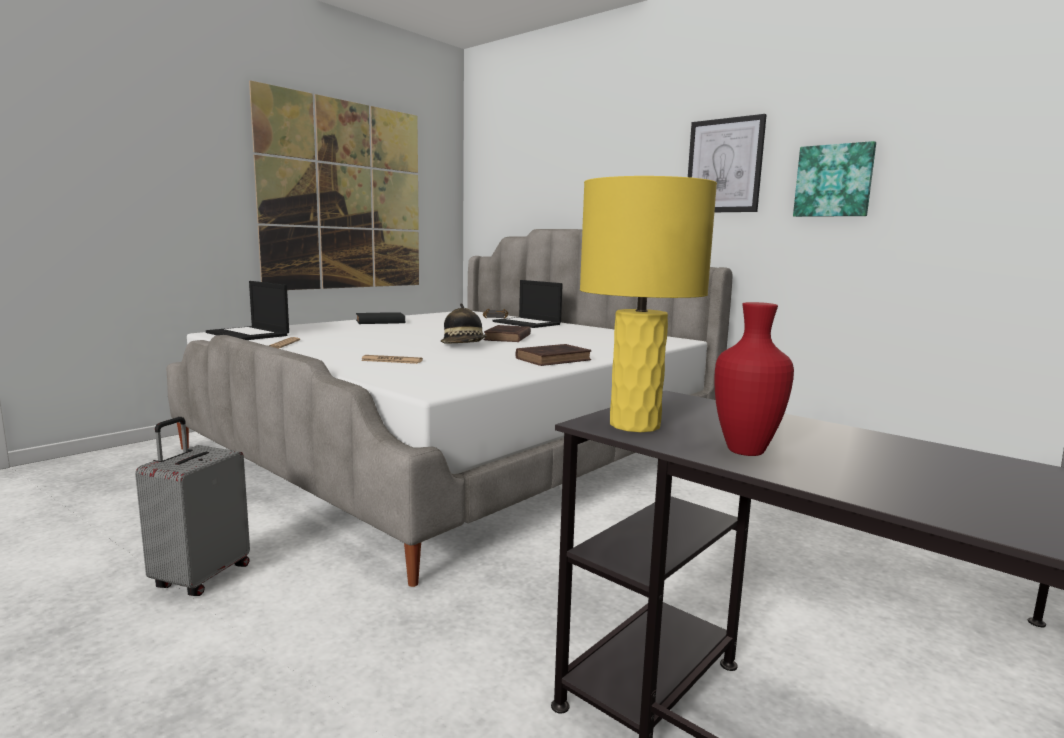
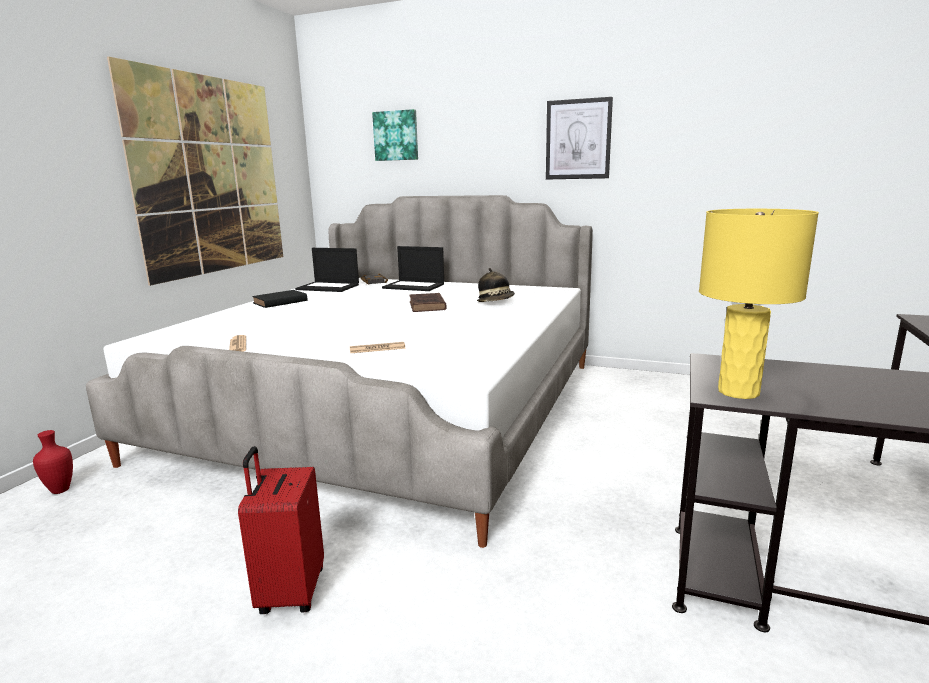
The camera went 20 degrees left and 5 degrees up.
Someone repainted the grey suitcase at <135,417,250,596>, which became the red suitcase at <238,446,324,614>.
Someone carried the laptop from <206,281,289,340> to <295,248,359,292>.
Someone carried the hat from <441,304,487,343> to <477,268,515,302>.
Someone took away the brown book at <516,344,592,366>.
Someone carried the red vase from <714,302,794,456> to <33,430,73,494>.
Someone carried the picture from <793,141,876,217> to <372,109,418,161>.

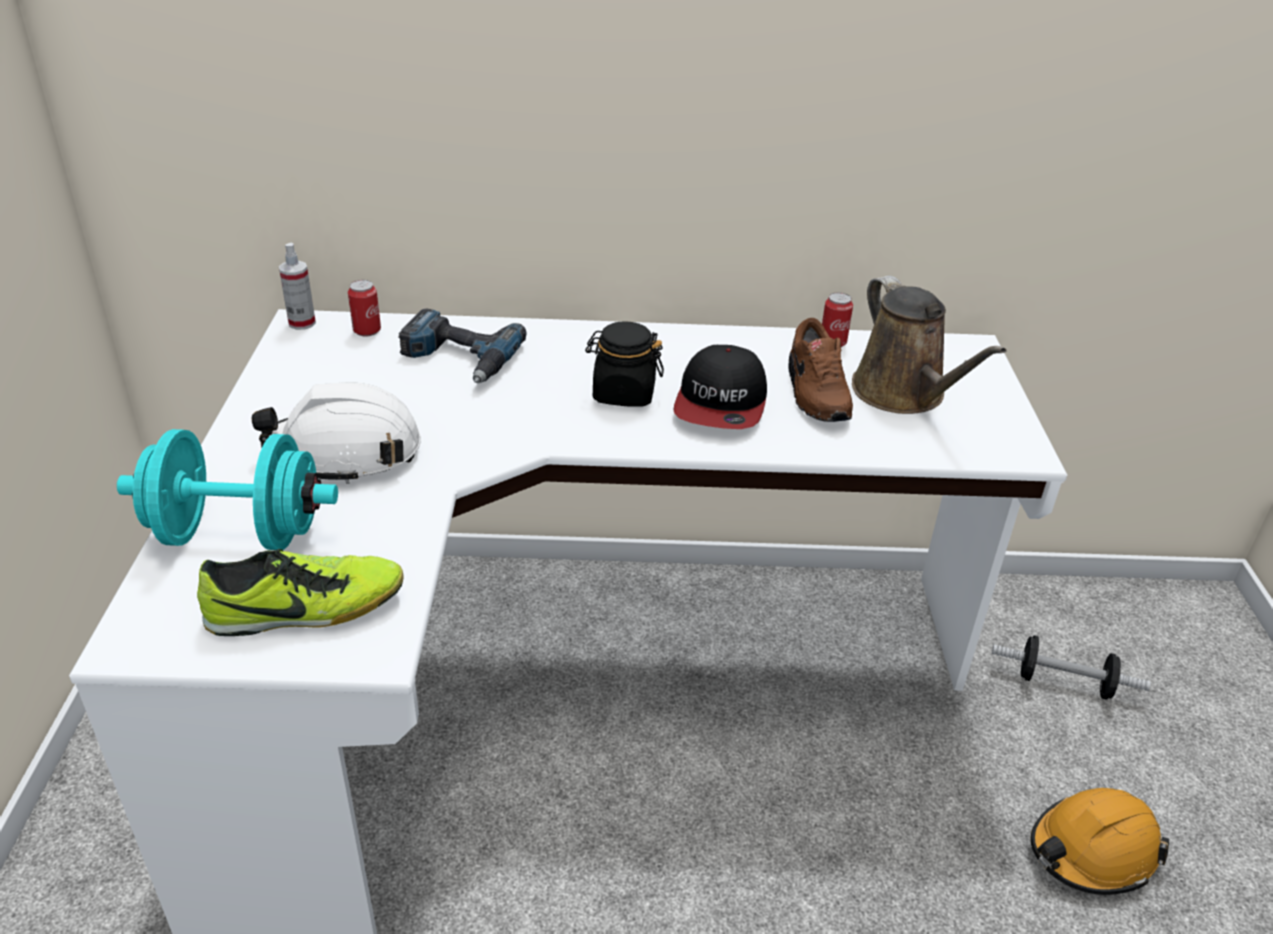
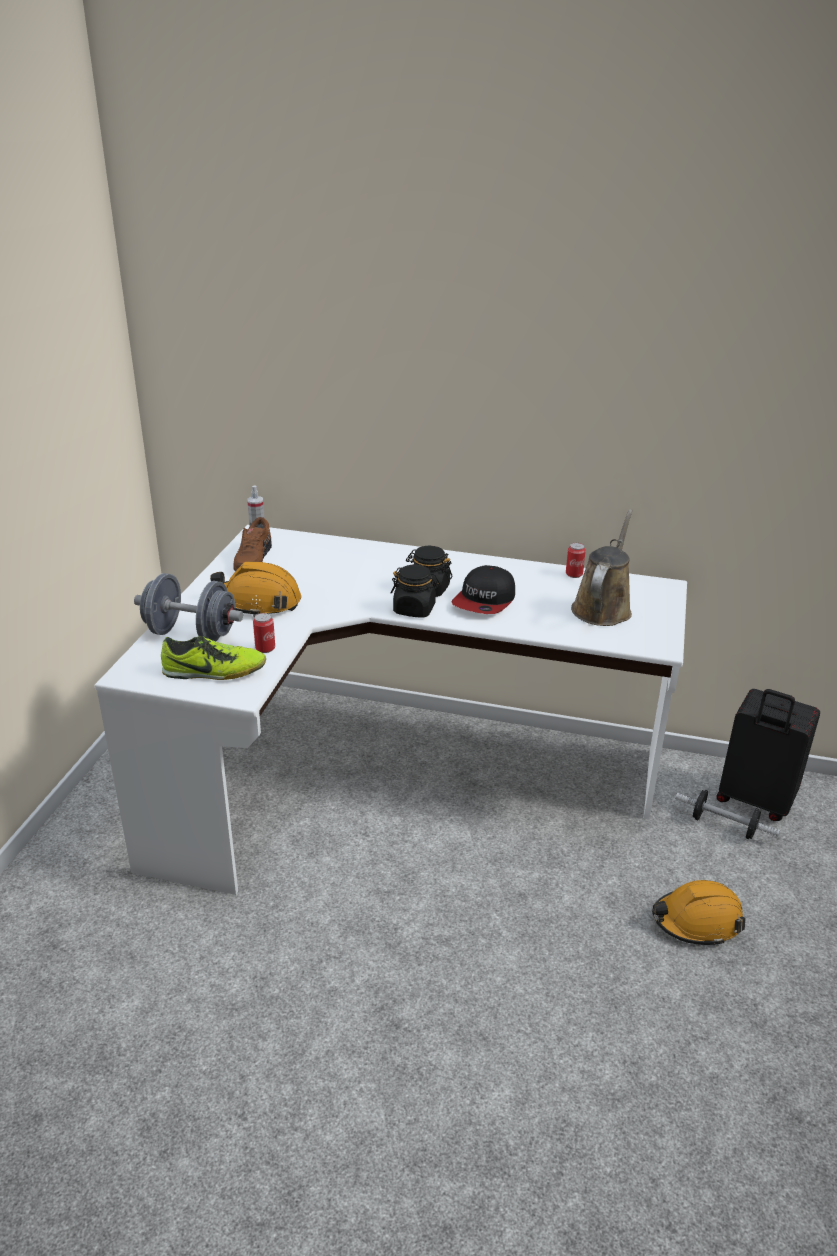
The camera went 15 degrees right and 5 degrees down.
Someone repainted the turquoise dumbbell at <117,429,338,550>, which became the grey dumbbell at <134,573,243,641>.
Someone repainted the white hard hat at <252,383,421,484>, which became the orange hard hat at <210,561,301,617>.
Someone carried the can from <348,280,381,337> to <253,613,275,653>.
Someone took away the power drill at <398,309,527,383>.
Someone carried the brown shoe from <789,318,853,422> to <233,517,272,571>.
Someone rotated the brown watering can at <852,276,1007,414> by 150 degrees counterclockwise.
Someone put down the black jar at <391,564,440,618>.
Someone put down the black suitcase at <717,689,820,821>.

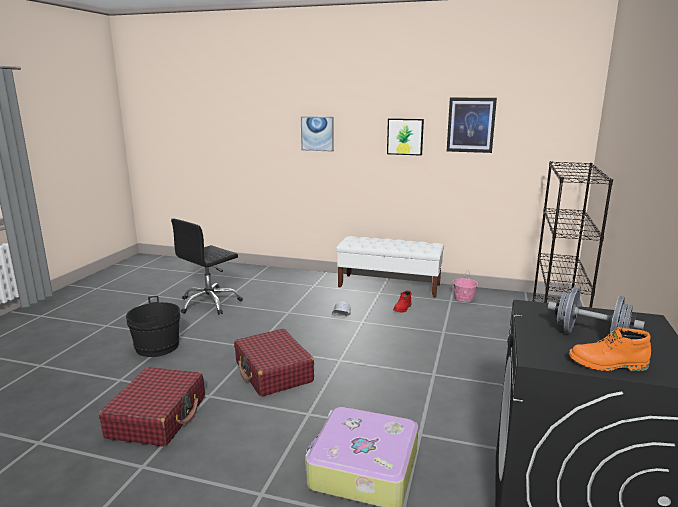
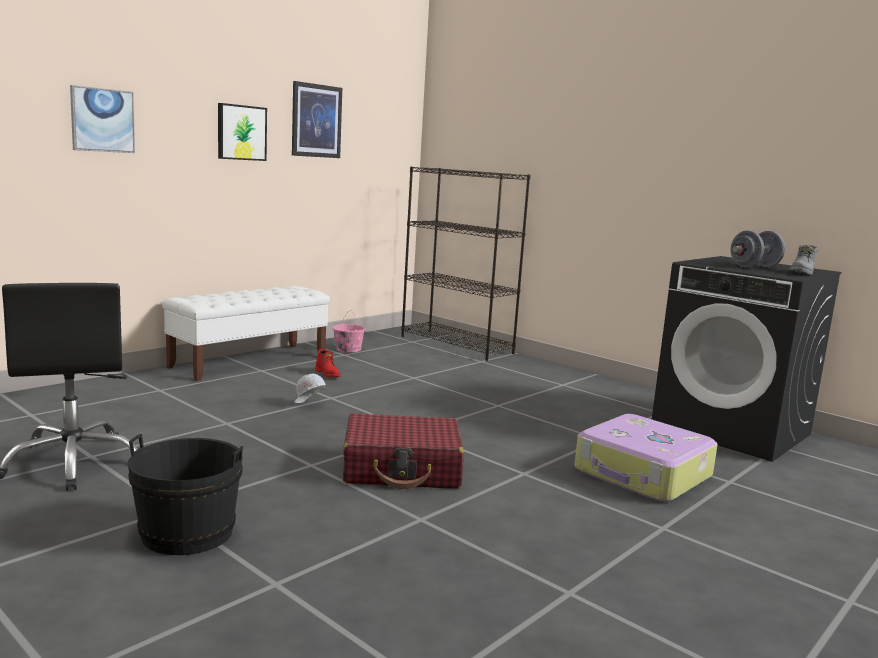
The camera went 65 degrees left and 5 degrees down.
Someone took away the red suitcase at <99,367,205,447>.
Someone repainted the orange boot at <569,327,651,371>, which became the grey boot at <790,245,818,275>.

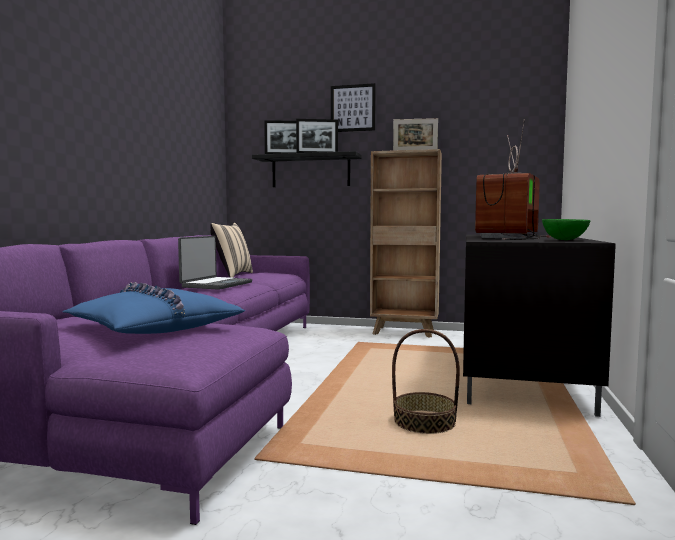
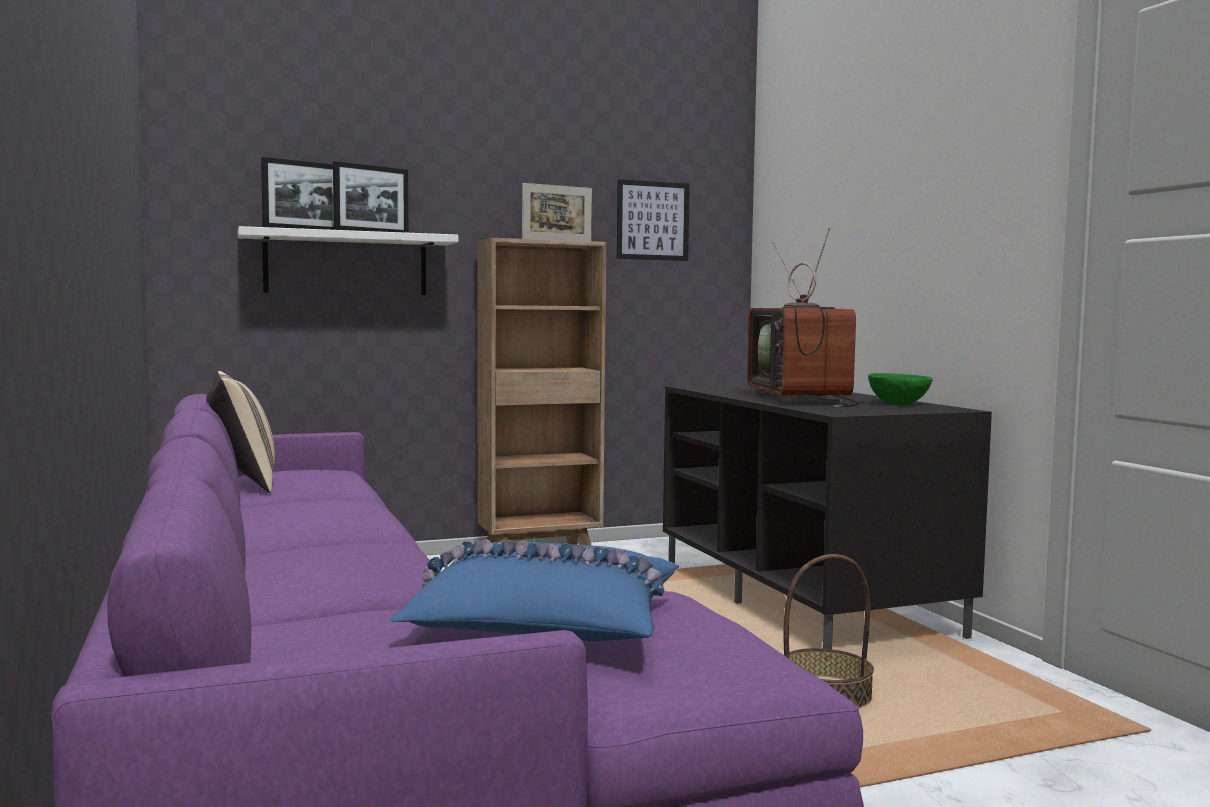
The camera went 35 degrees left and 0 degrees up.
Someone took away the laptop at <178,236,252,290>.
Someone repainted the black shelf at <252,151,362,187>, which became the white shelf at <238,226,458,295>.
Someone carried the picture from <331,83,376,132> to <616,179,690,261>.

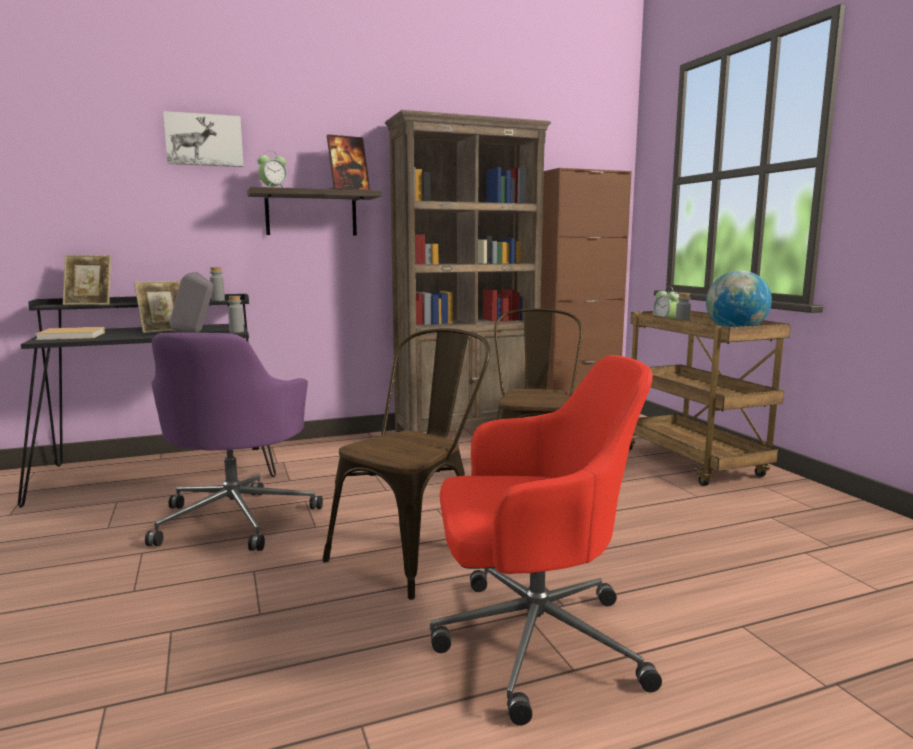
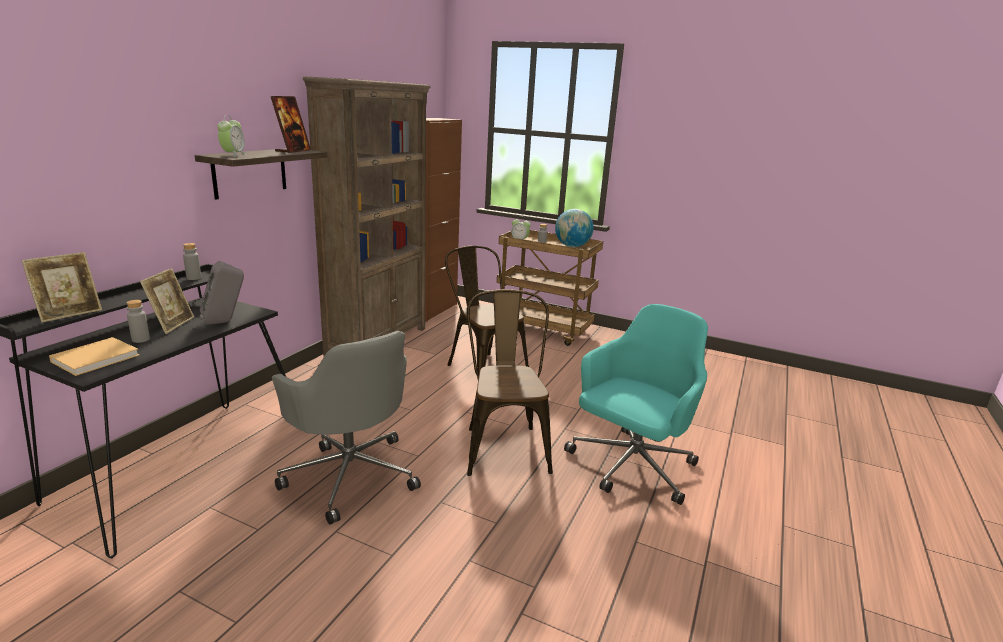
The camera went 45 degrees left and 10 degrees up.
Someone repainted the purple office chair at <145,333,323,551>, which became the grey office chair at <272,331,421,525>.
Someone took away the picture at <163,111,243,167>.
Someone carried the grey bottle from <228,296,244,333> to <126,300,150,343>.
Someone repainted the red office chair at <430,355,662,726>, which became the turquoise office chair at <564,304,708,505>.

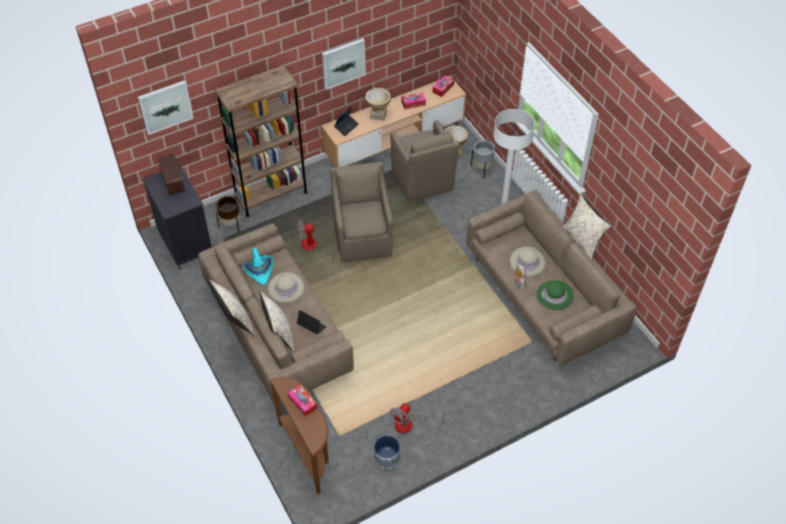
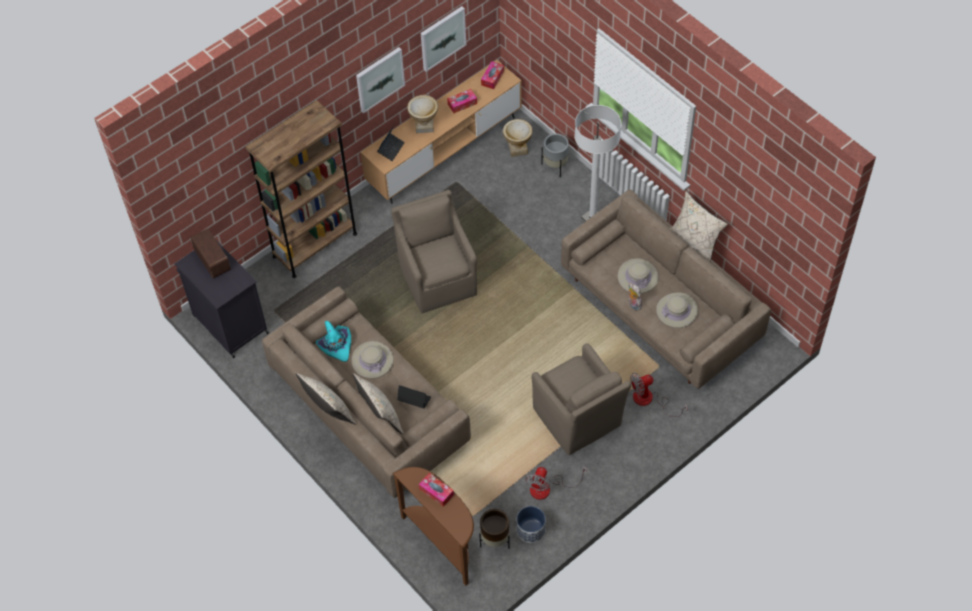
The camera went 10 degrees left and 5 degrees up.
Someone carried the picture from <138,80,194,135> to <421,6,466,72>.
Someone carried the brown planter from <216,196,241,232> to <479,509,510,549>.
Someone carried the fan from <297,220,337,263> to <630,373,688,417>.
Someone carried the brown armchair from <390,120,460,202> to <532,343,631,455>.
Someone repainted the green hat at <537,280,574,310>, which became the beige hat at <656,292,698,328>.

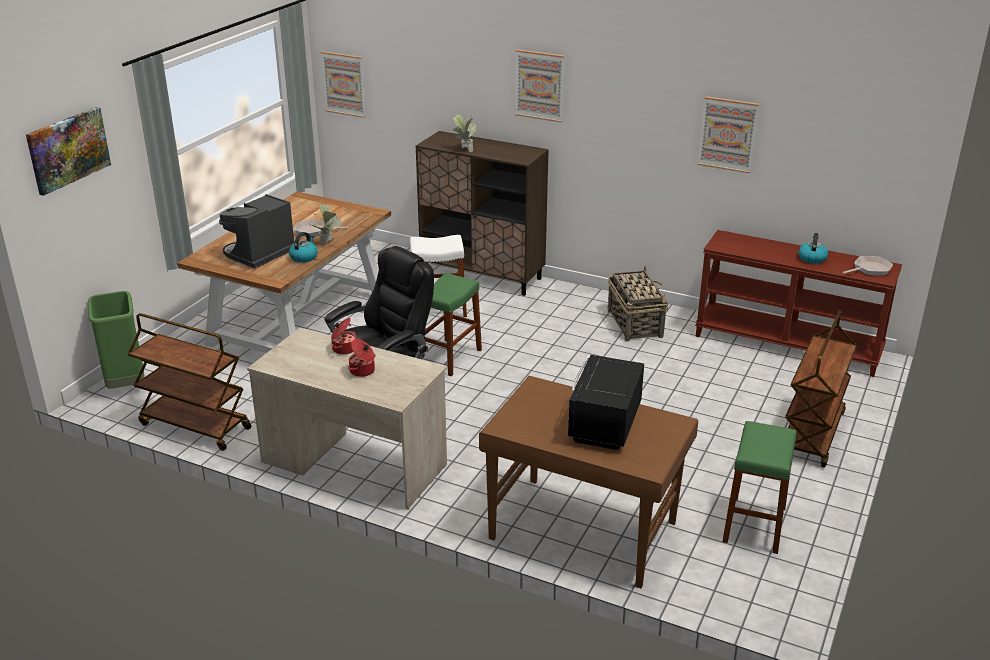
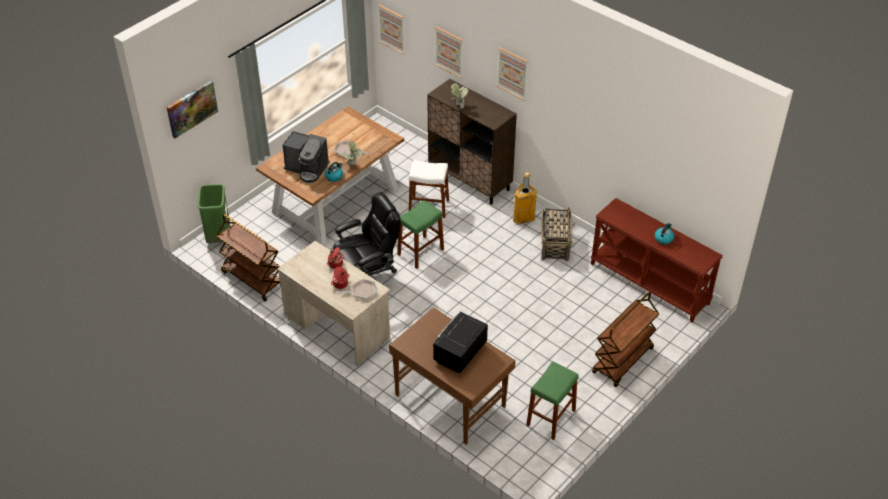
The camera went 15 degrees right and 15 degrees up.
Someone rotated the coffee machine at <219,194,294,269> by 120 degrees counterclockwise.
Someone carried the picture from <698,96,759,173> to <435,26,463,78>.
Someone carried the frying pan from <842,256,893,276> to <337,279,377,300>.
Someone put down the trash can at <513,172,537,225>.

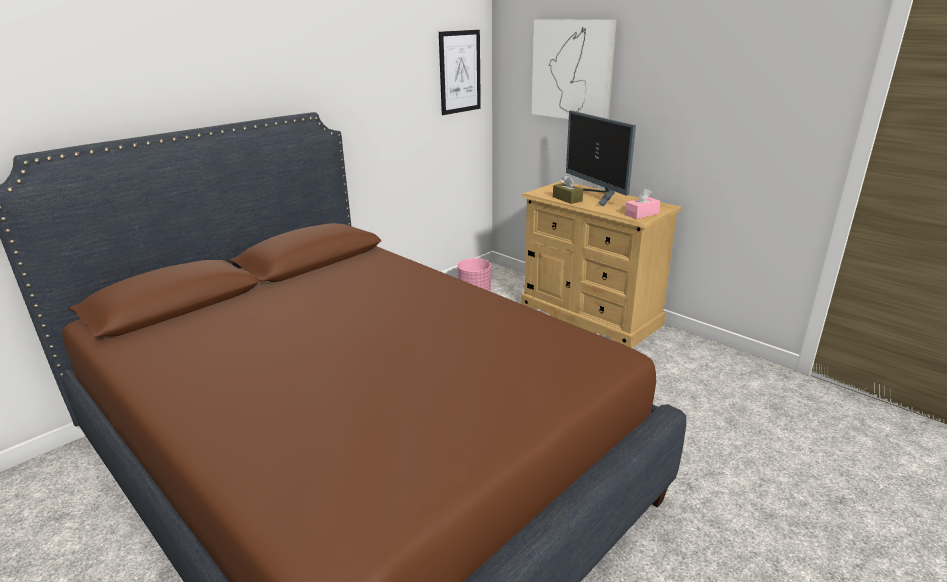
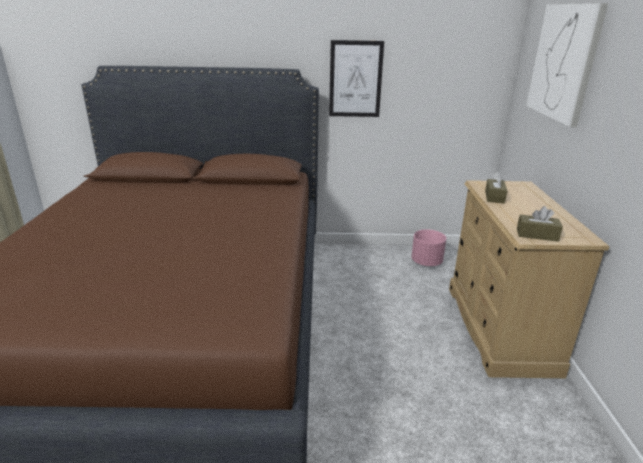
The camera went 45 degrees right and 0 degrees up.
Someone carried the picture from <439,30,481,115> to <329,40,384,117>.
Someone took away the monitor at <566,111,636,207>.
Someone repainted the pink tissue box at <625,189,660,219>, which became the brown tissue box at <517,206,563,242>.

